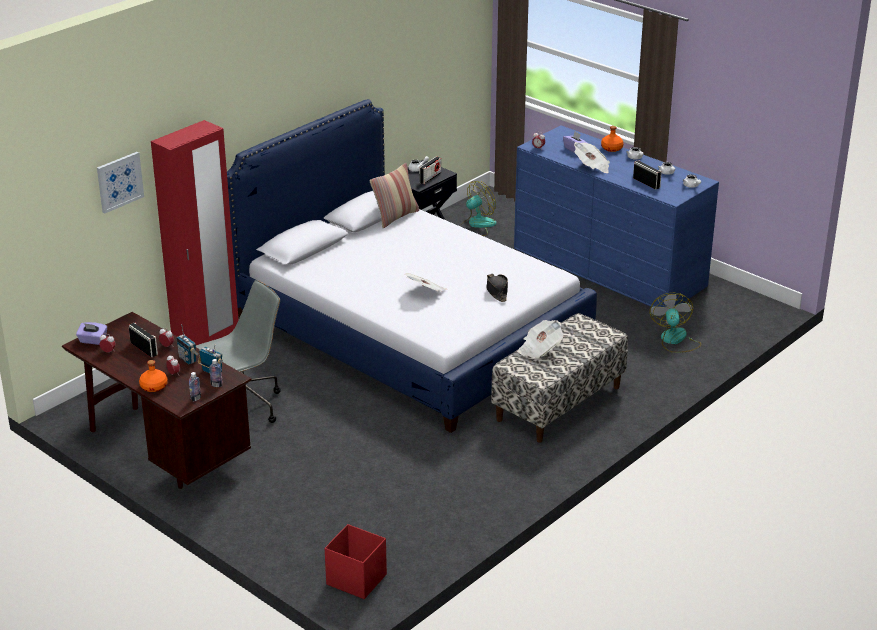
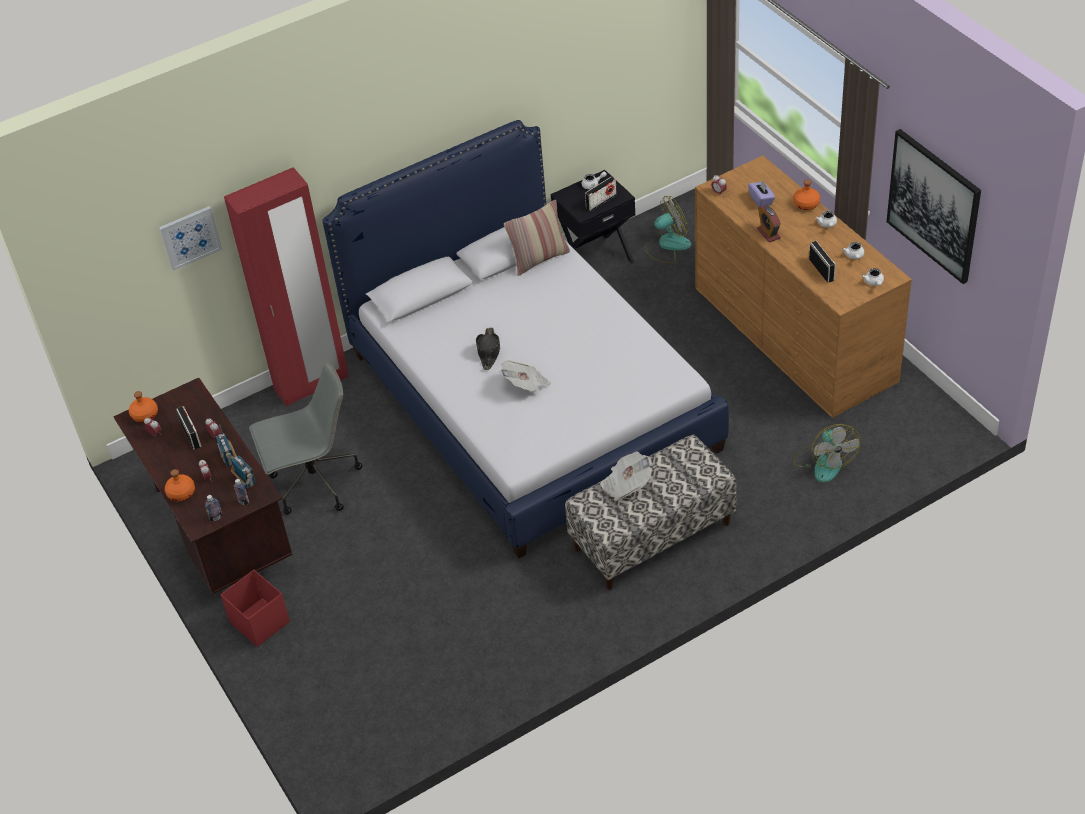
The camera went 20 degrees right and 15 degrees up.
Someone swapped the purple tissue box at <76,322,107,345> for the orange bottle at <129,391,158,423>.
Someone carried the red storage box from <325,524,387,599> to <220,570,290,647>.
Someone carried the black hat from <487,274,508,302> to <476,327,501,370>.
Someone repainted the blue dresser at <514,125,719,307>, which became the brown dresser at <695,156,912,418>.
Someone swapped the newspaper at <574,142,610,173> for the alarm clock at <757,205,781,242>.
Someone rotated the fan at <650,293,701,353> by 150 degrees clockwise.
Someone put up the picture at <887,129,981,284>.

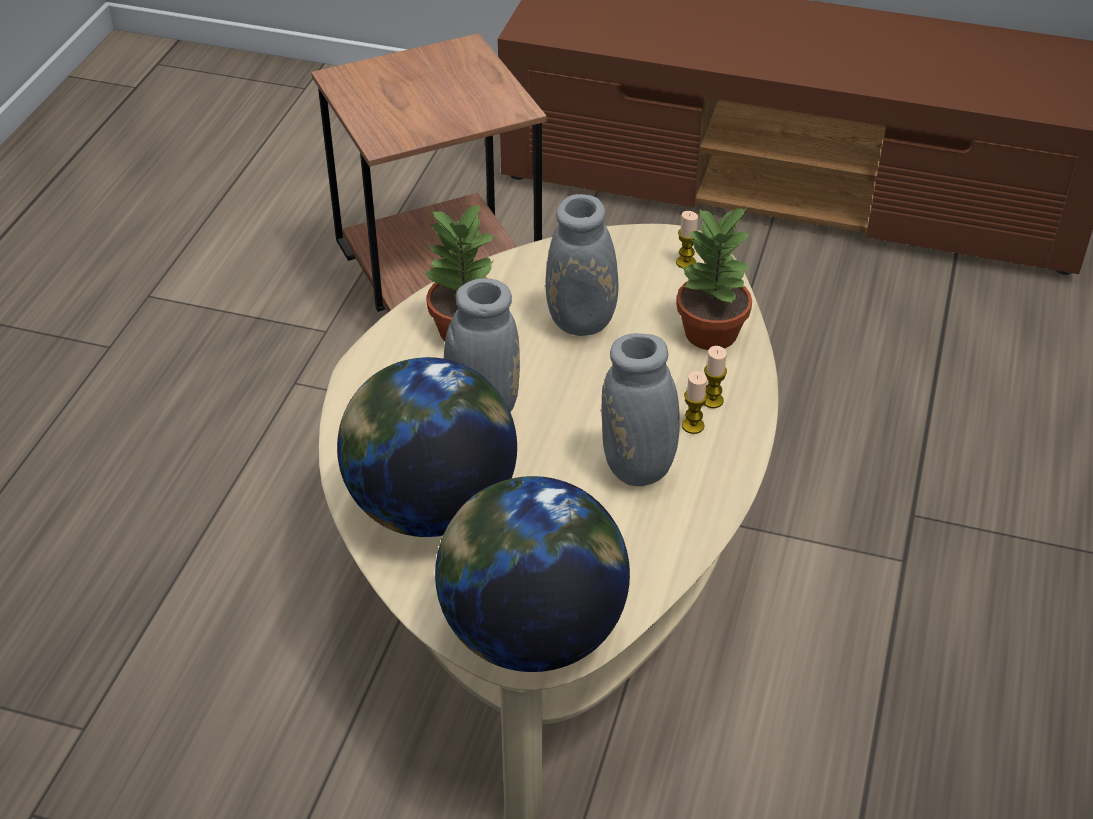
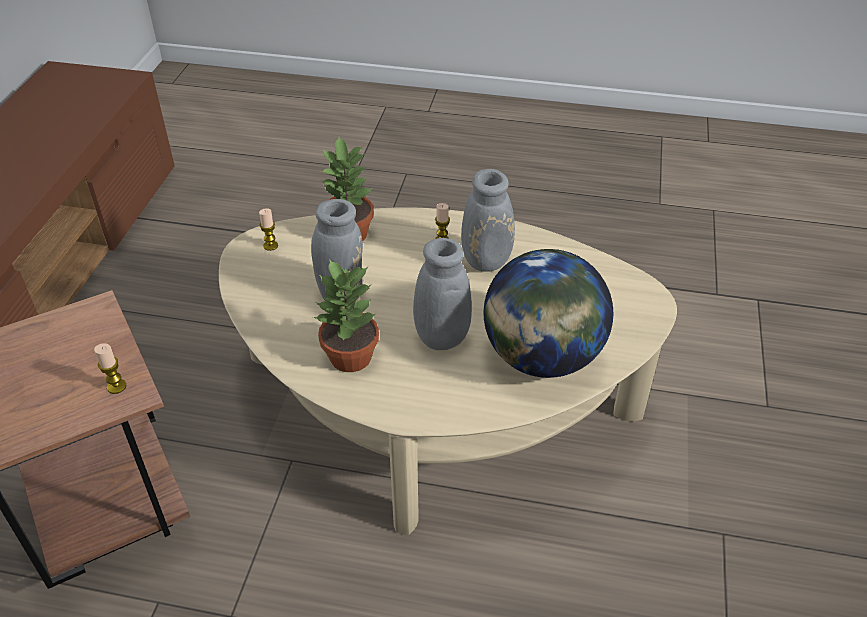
The camera went 95 degrees left and 0 degrees up.
Someone took away the globe at <435,476,630,672>.
Someone carried the candle from <704,346,727,408> to <94,343,126,394>.

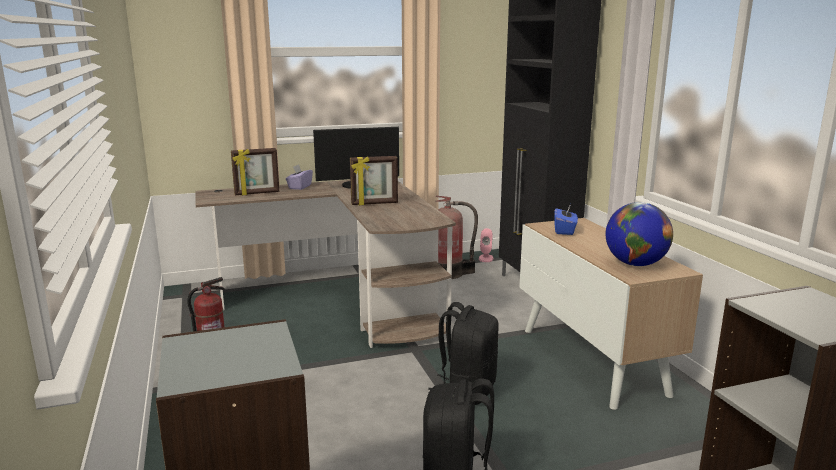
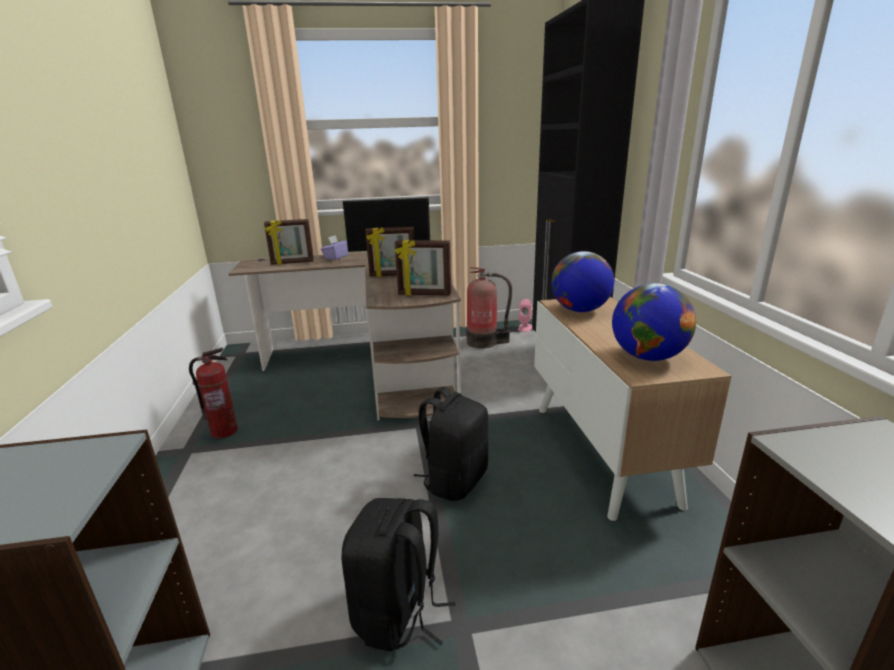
The camera went 10 degrees right and 5 degrees up.
Someone swapped the blue tissue box at <554,206,578,235> for the globe at <551,251,614,312>.
Someone put down the picture frame at <395,240,451,296>.

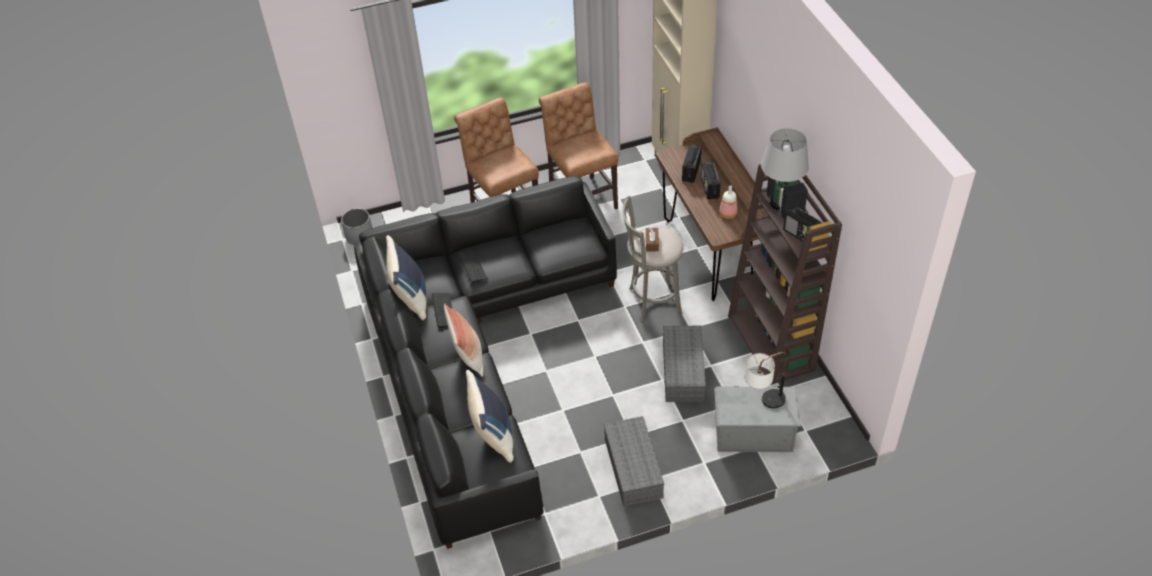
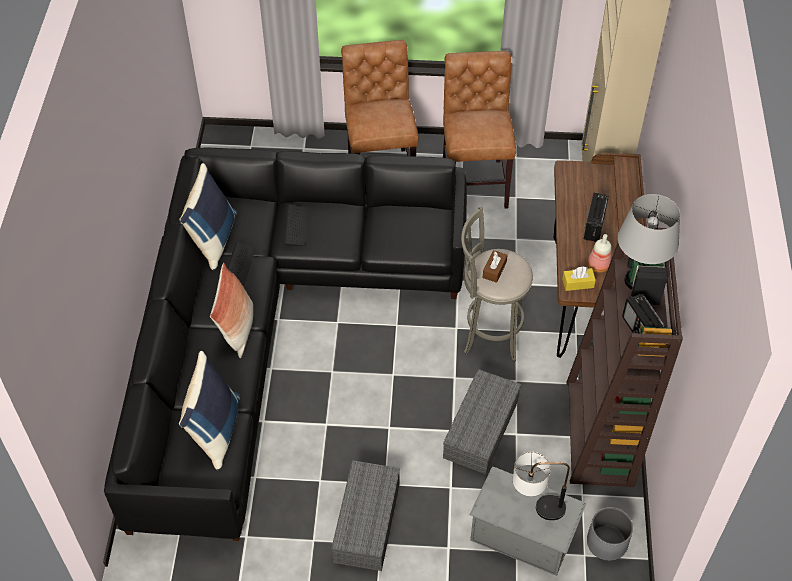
The camera went 20 degrees right and 5 degrees up.
Someone carried the grey planter from <341,208,372,245> to <587,507,633,561>.
Someone took away the radio at <682,145,701,183>.
Someone put down the yellow tissue box at <562,266,596,291>.

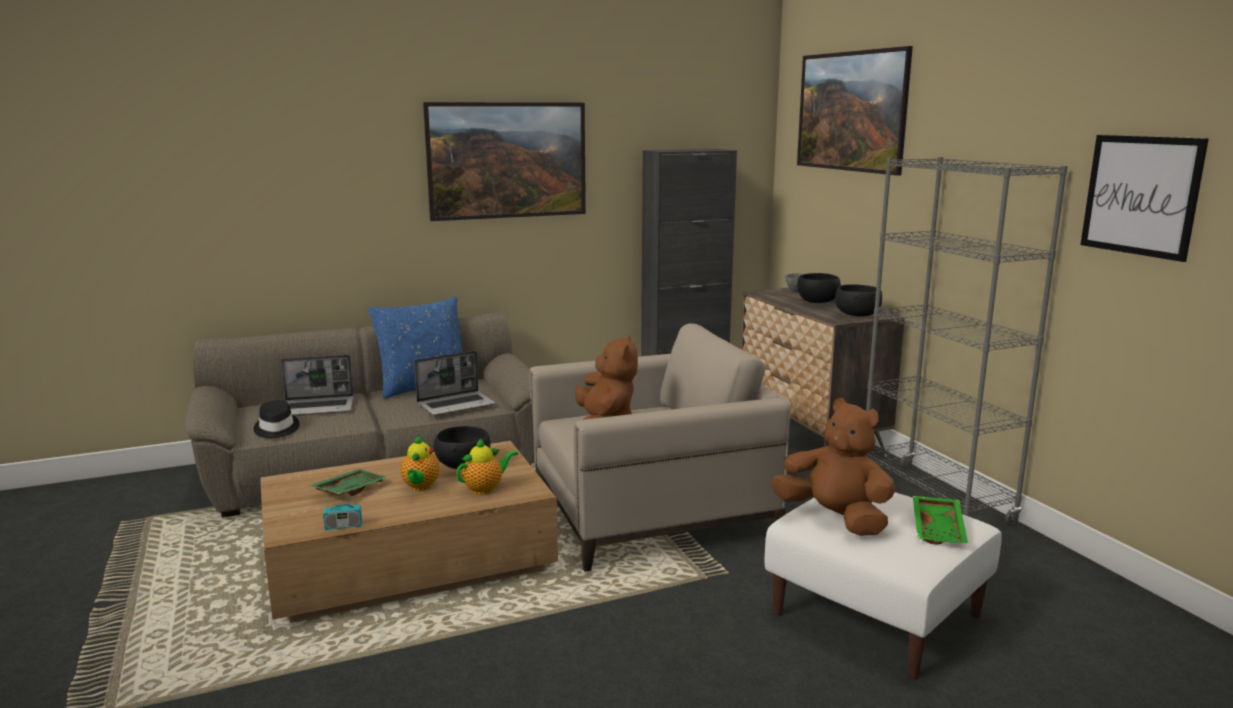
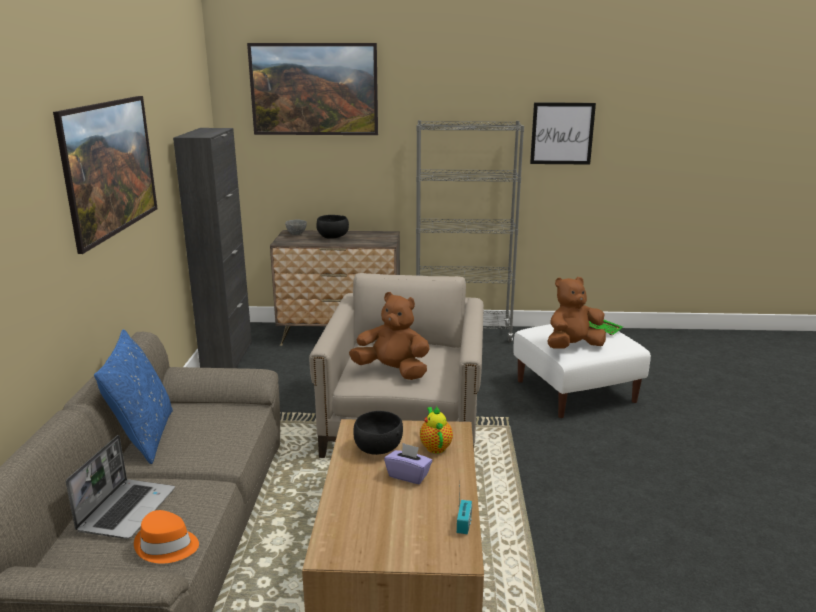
The camera went 65 degrees left and 5 degrees up.
Someone repainted the black hat at <254,400,300,438>, which became the orange hat at <134,510,199,564>.
Someone took away the green tray at <309,469,388,496>.
Someone swapped the teapot at <401,435,440,491> for the purple tissue box at <384,443,432,484>.
Someone took away the laptop at <414,351,496,416>.
Someone took away the black bowl at <835,284,882,317>.

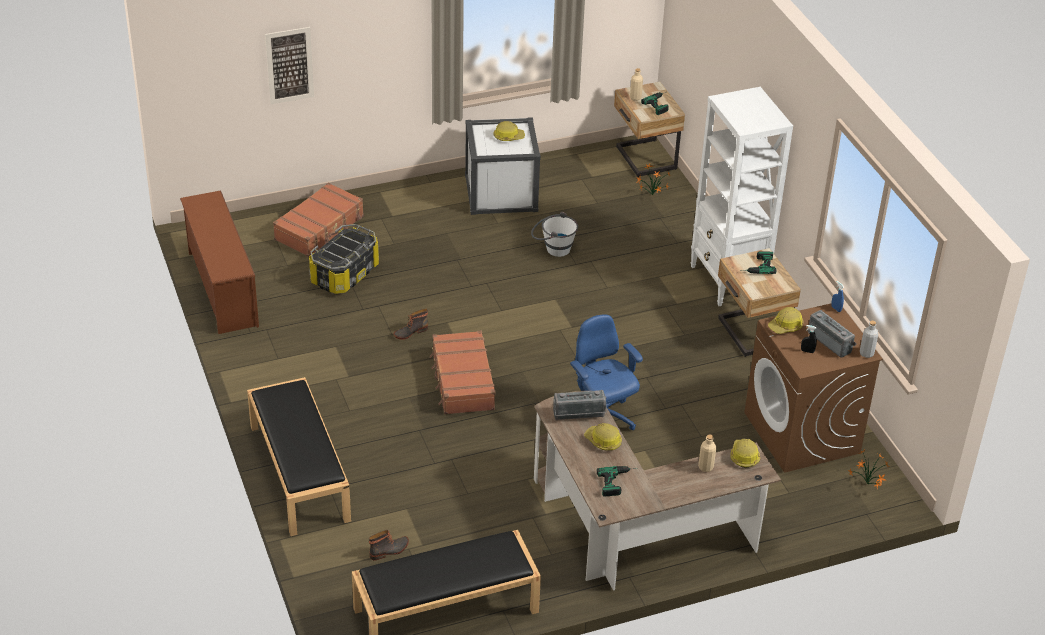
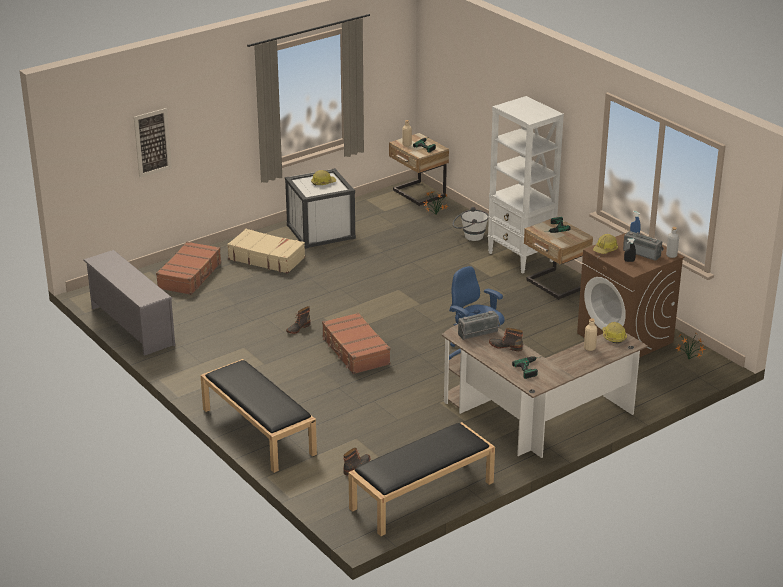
The camera went 15 degrees left and 10 degrees down.
Someone repainted the brown shoe rack at <180,191,259,334>, which became the grey shoe rack at <83,250,175,356>.
Someone took away the storage box at <309,224,379,294>.
Someone carried the white bucket from <531,212,578,257> to <453,207,489,241>.
Someone swapped the hard hat at <584,423,622,450> for the boot at <489,328,523,351>.
Someone put down the beige suitcase at <227,229,305,274>.

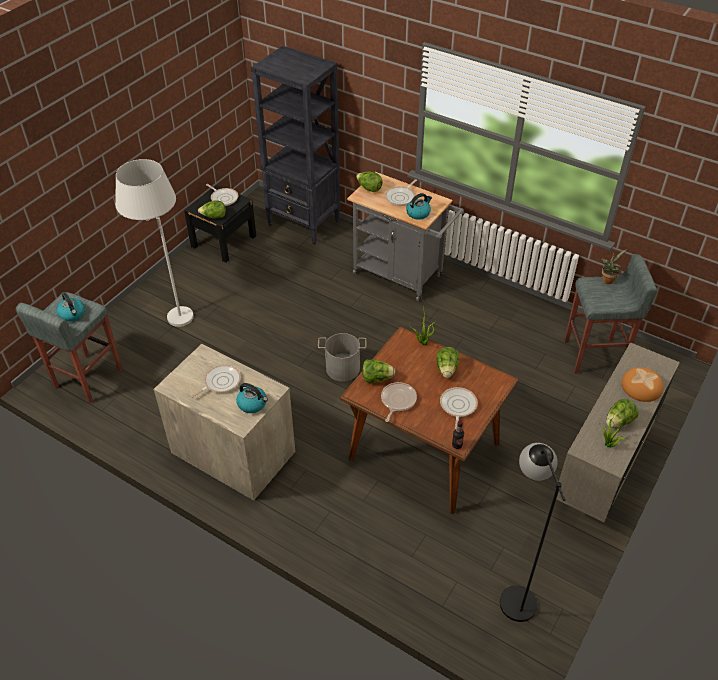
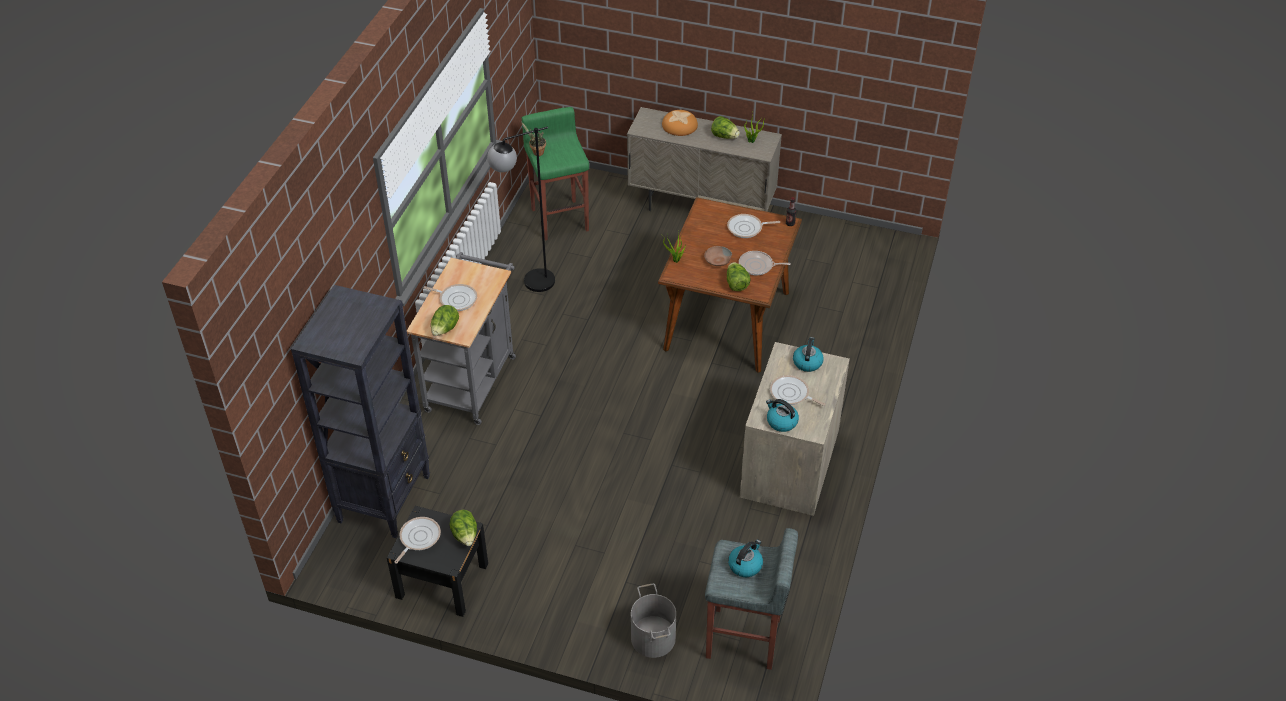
The camera went 105 degrees left and 0 degrees up.
Someone took away the white floor lamp at <115,159,194,327>.
Someone carried the grey bucket from <318,333,367,382> to <631,583,676,658>.
Someone carried the kettle from <406,193,432,220> to <766,399,799,432>.
Someone took away the lettuce at <436,347,459,378>.
Someone carried the black floor lamp from <500,443,565,622> to <487,126,555,292>.
Someone repainted the grey stool at <564,254,657,374>, which became the green stool at <522,107,589,241>.
Someone put down the brown bowl at <704,246,732,266>.

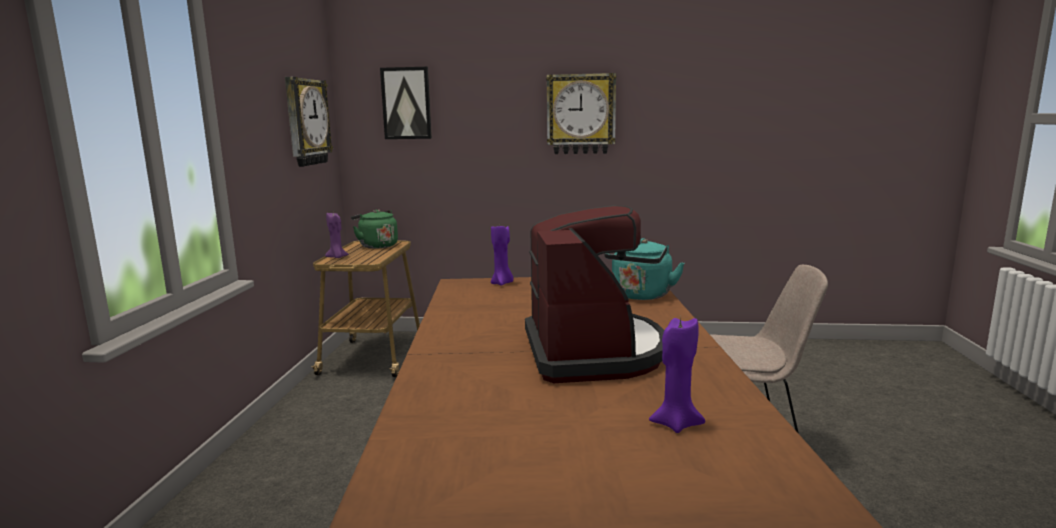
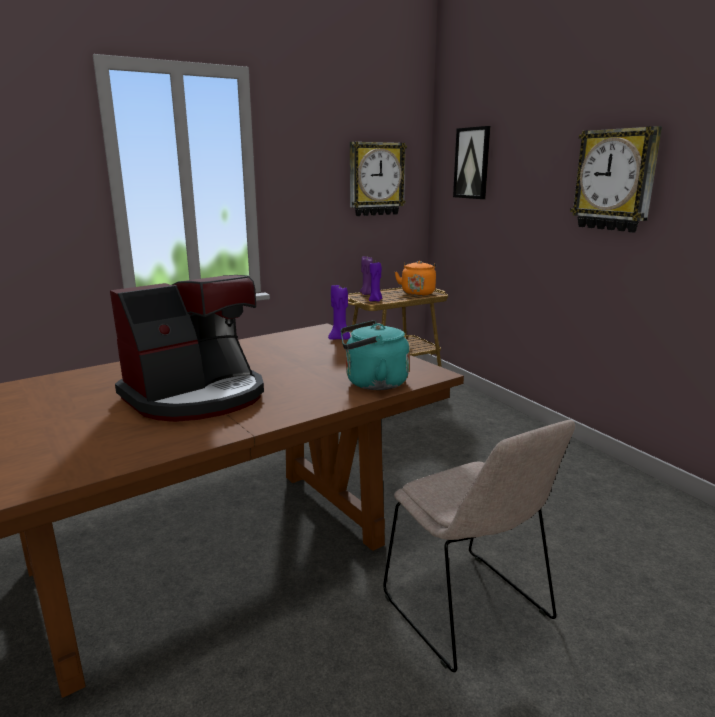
The camera went 55 degrees right and 5 degrees up.
Someone repainted the green kettle at <351,210,398,249>, which became the orange kettle at <395,261,436,296>.
Someone carried the purple candle from <649,317,705,433> to <369,262,382,301>.

